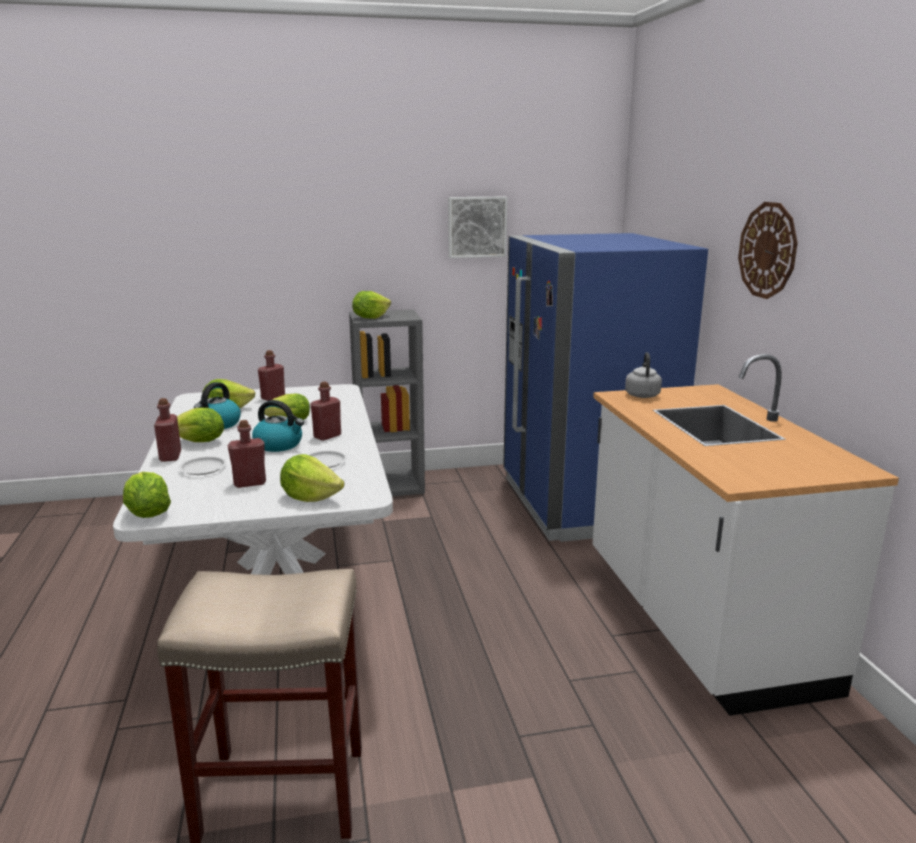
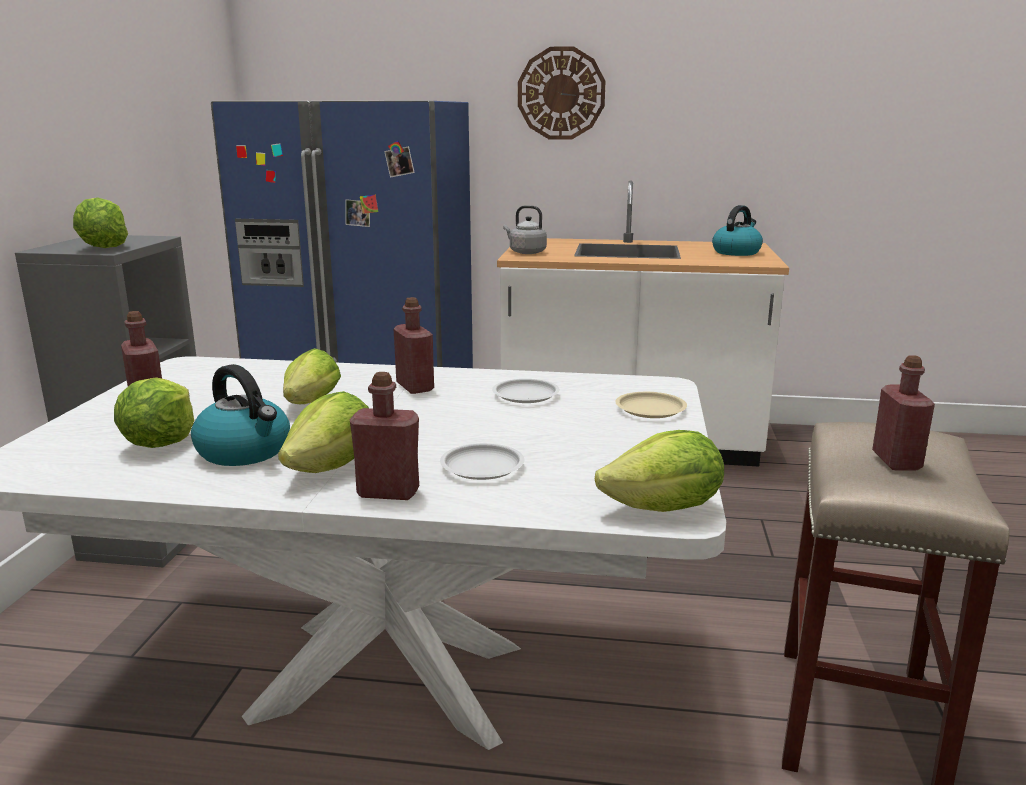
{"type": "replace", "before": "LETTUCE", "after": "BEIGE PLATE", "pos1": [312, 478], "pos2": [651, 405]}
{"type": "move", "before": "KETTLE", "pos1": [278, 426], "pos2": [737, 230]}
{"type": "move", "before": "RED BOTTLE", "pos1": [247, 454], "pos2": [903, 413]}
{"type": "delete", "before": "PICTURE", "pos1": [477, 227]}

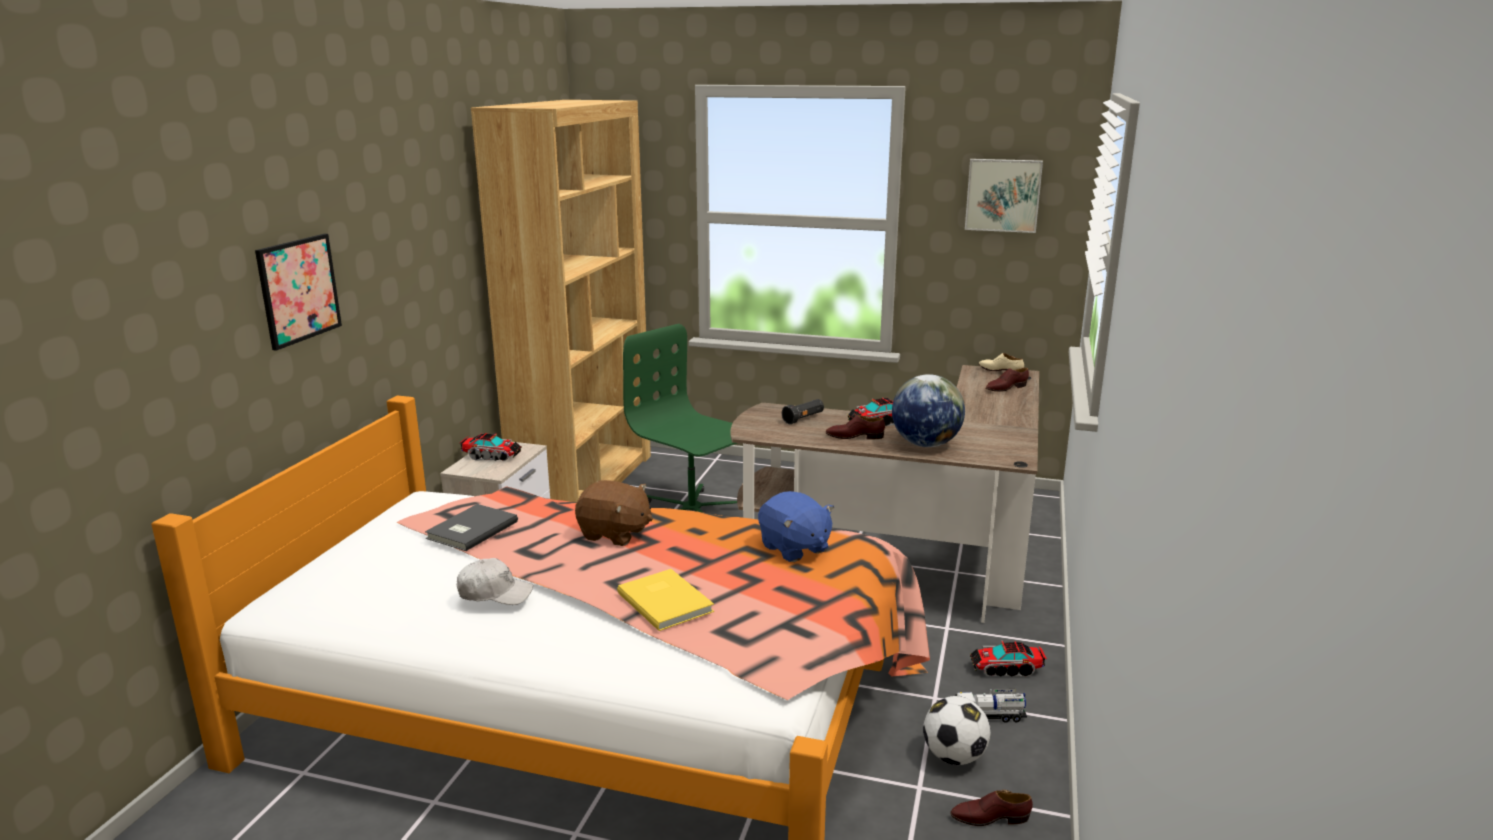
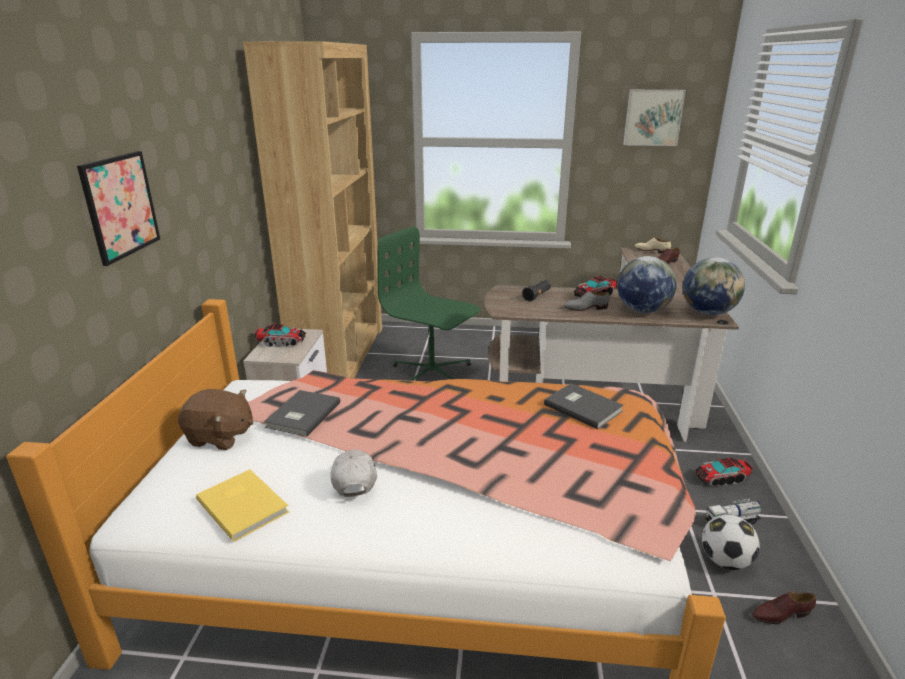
{"type": "move", "before": "BROWN PLUSH TOY", "pos1": [614, 513], "pos2": [215, 419]}
{"type": "move", "before": "YELLOW BOOK", "pos1": [665, 600], "pos2": [242, 505]}
{"type": "rotate", "before": "WHITE CAP", "pos1": [495, 581], "pos2": [354, 473], "turn": -90}
{"type": "replace", "before": "BLUE PLUSH TOY", "after": "GREY BOOK", "pos1": [796, 526], "pos2": [584, 406]}
{"type": "recolor", "before": "BROWN SHOE", "after": "GREY SHOE", "pos1": [855, 427], "pos2": [587, 301]}
{"type": "insert", "after": "GLOBE", "pos2": [714, 286]}

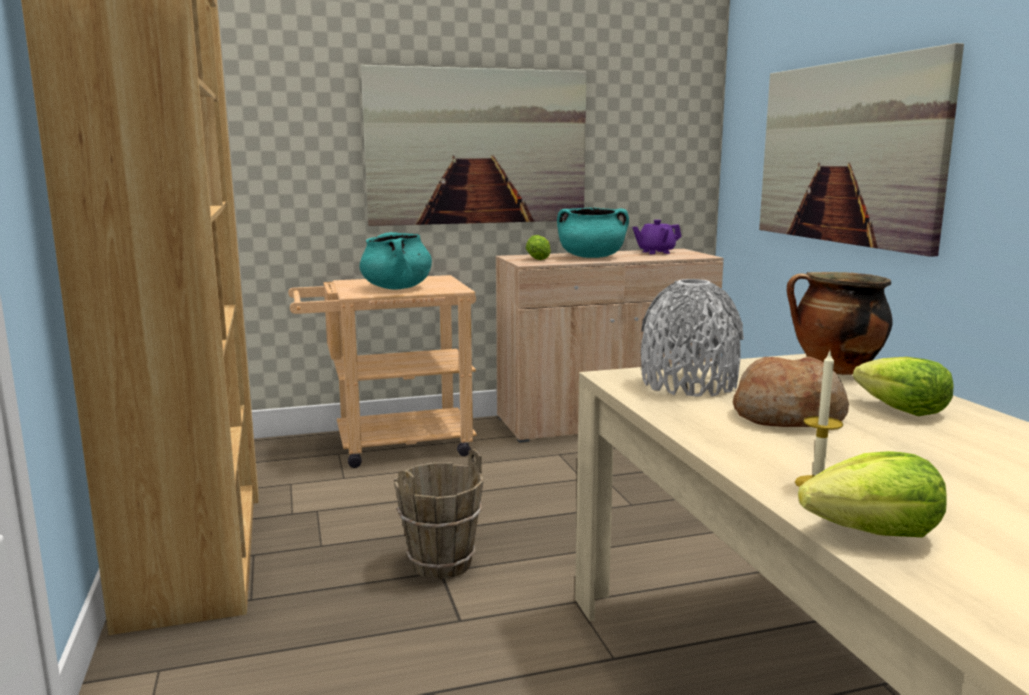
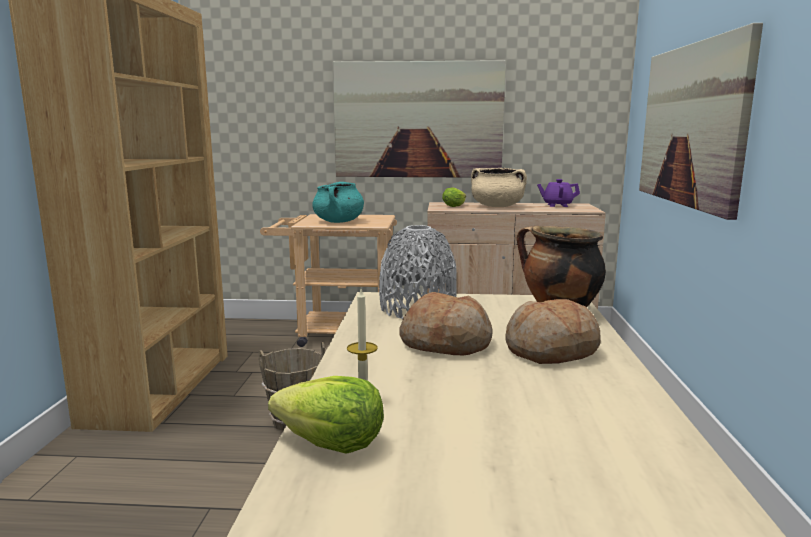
{"type": "recolor", "before": "TURQUOISE COOKING POT", "after": "BEIGE COOKING POT", "pos1": [593, 232], "pos2": [499, 187]}
{"type": "replace", "before": "LETTUCE", "after": "BREAD", "pos1": [903, 386], "pos2": [553, 331]}

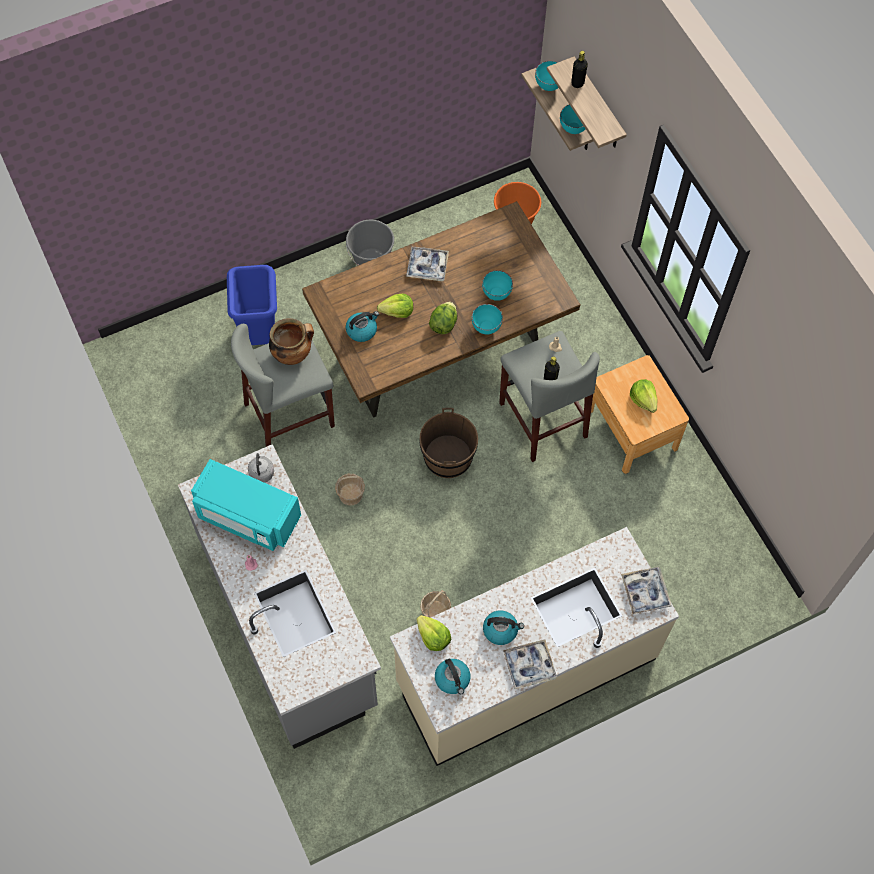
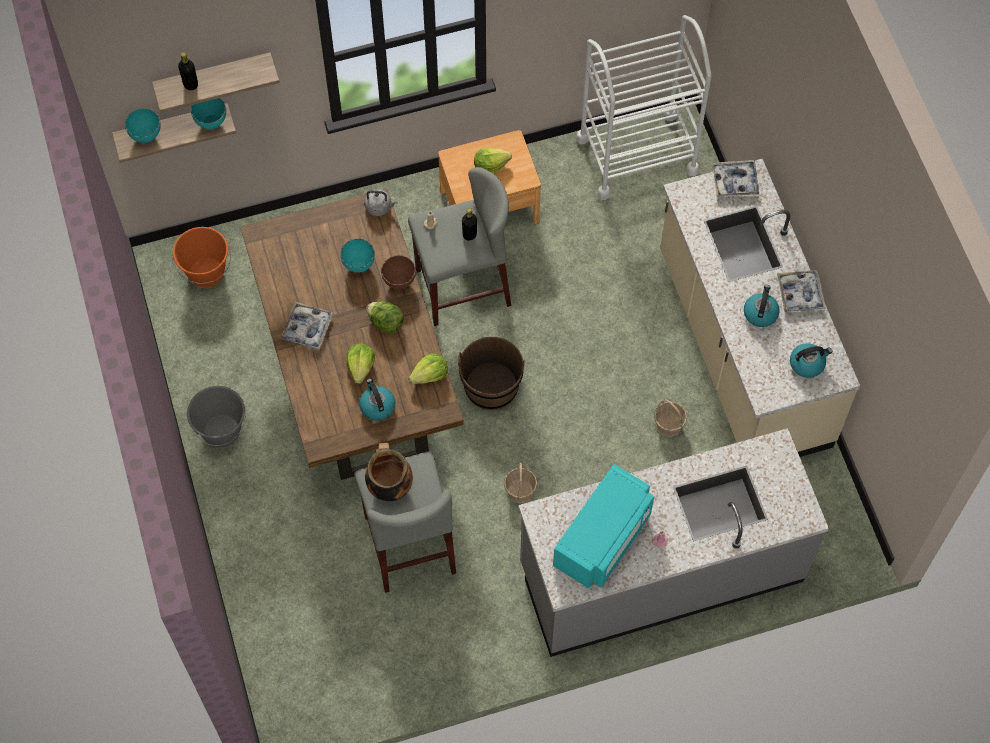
{"type": "move", "before": "GREY KETTLE", "pos1": [261, 468], "pos2": [380, 202]}
{"type": "recolor", "before": "TURQUOISE BOWL", "after": "BROWN BOWL", "pos1": [487, 319], "pos2": [398, 272]}
{"type": "move", "before": "LETTUCE", "pos1": [433, 633], "pos2": [428, 368]}
{"type": "insert", "after": "WHITE CART", "pos2": [644, 107]}
{"type": "delete", "before": "BLUE TRASH CAN", "pos1": [252, 305]}

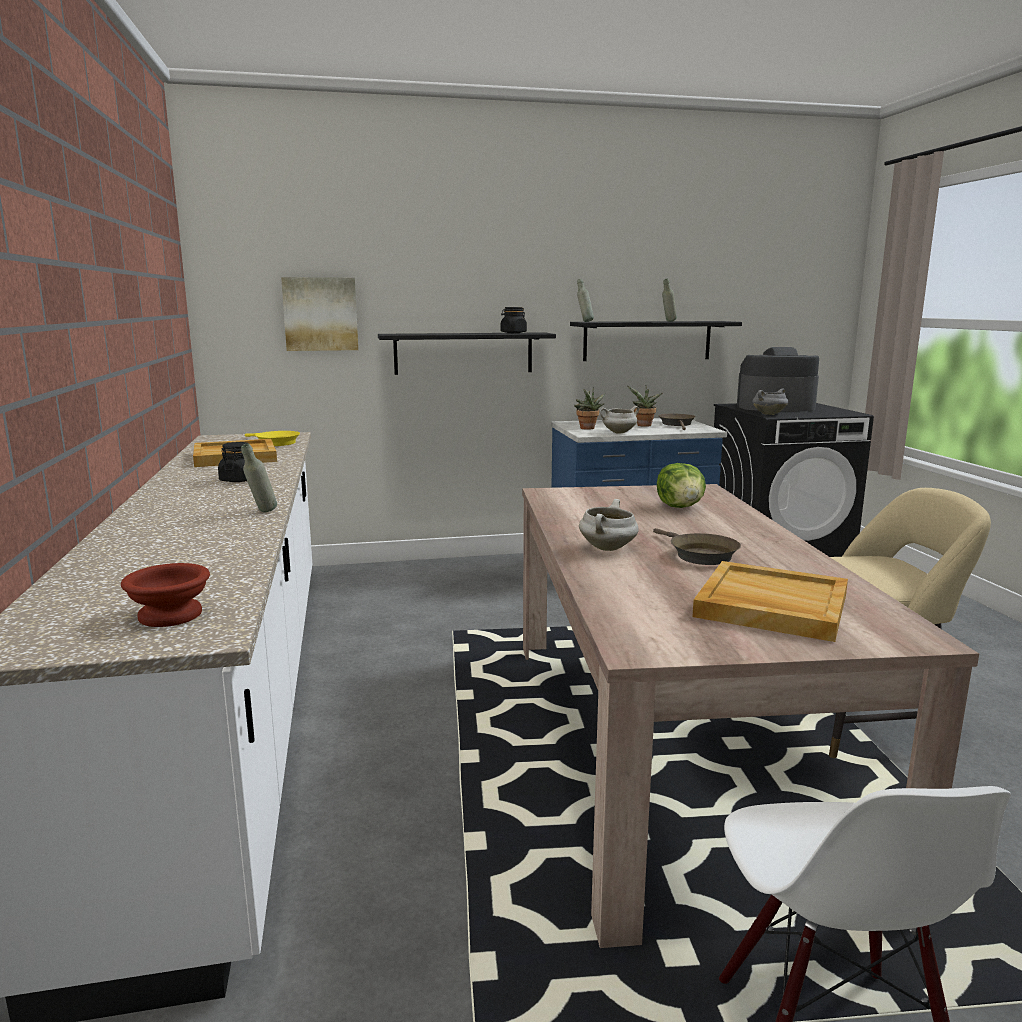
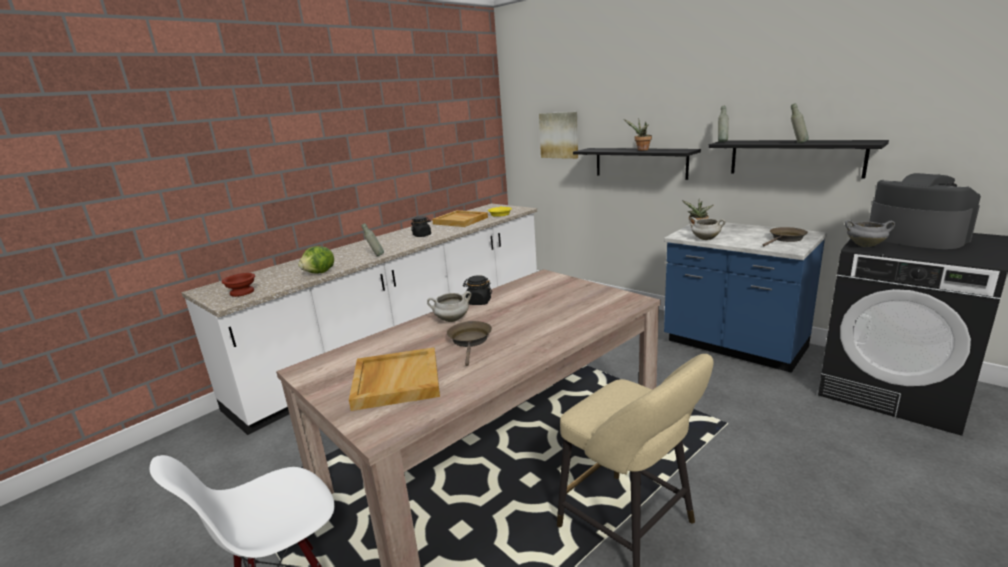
{"type": "move", "before": "LETTUCE", "pos1": [681, 485], "pos2": [316, 260]}
{"type": "rotate", "before": "BROWN FRYING PAN", "pos1": [697, 546], "pos2": [469, 343], "turn": 150}
{"type": "move", "before": "BLACK JAR", "pos1": [513, 320], "pos2": [477, 290]}
{"type": "move", "before": "POTTED PLANT", "pos1": [644, 406], "pos2": [638, 135]}

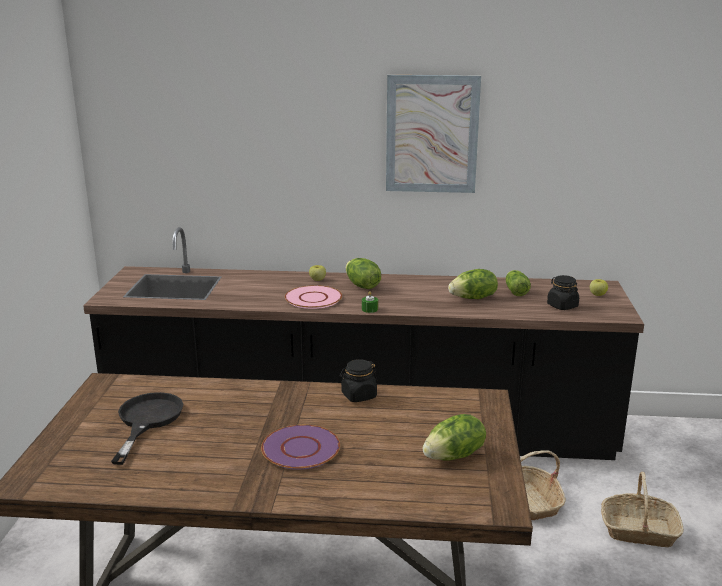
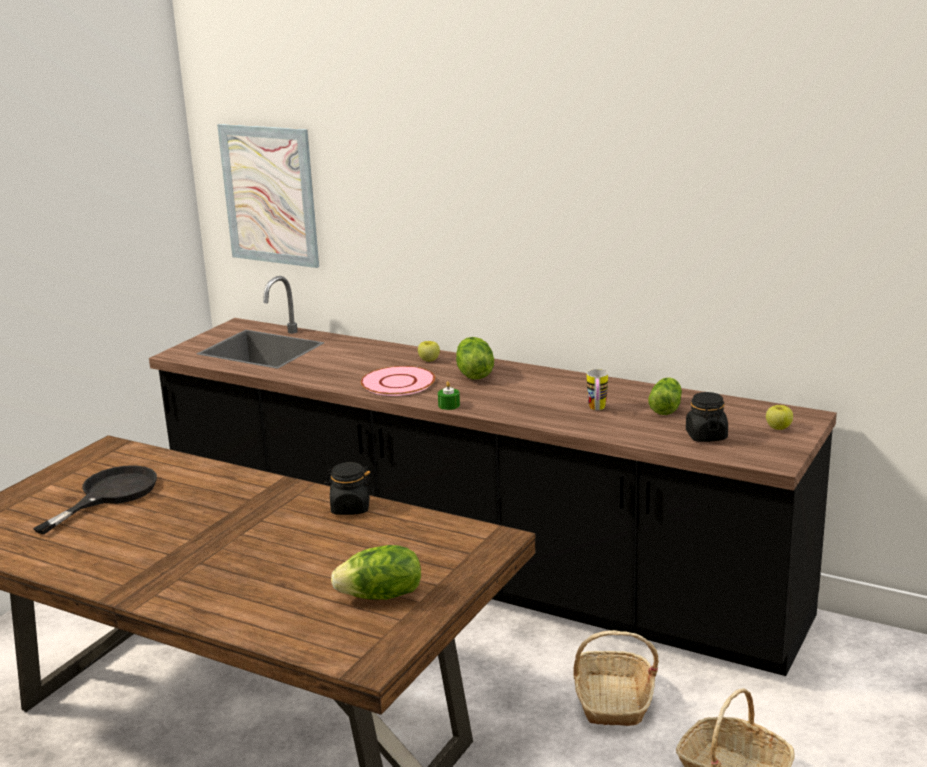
{"type": "move", "before": "PICTURE", "pos1": [433, 134], "pos2": [268, 196]}
{"type": "replace", "before": "LETTUCE", "after": "MUG", "pos1": [473, 284], "pos2": [597, 389]}
{"type": "delete", "before": "PURPLE PLATE", "pos1": [300, 447]}

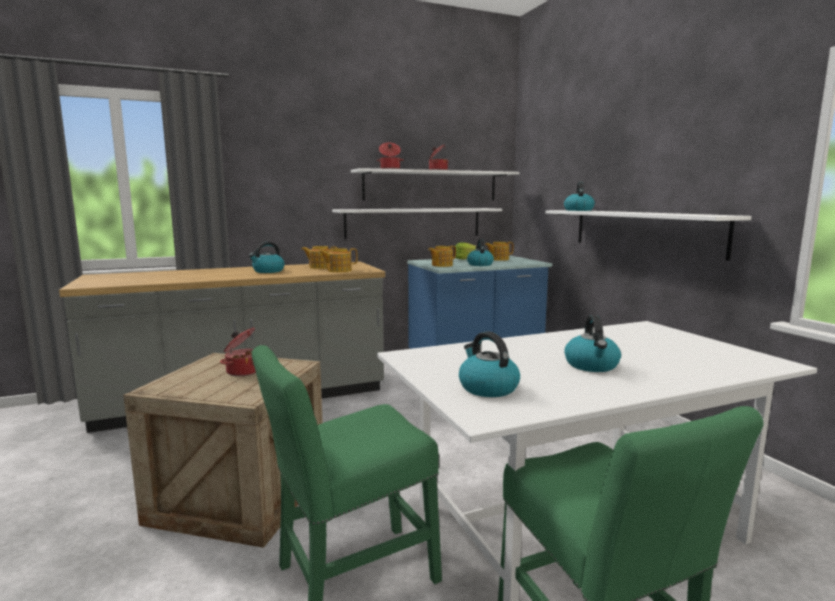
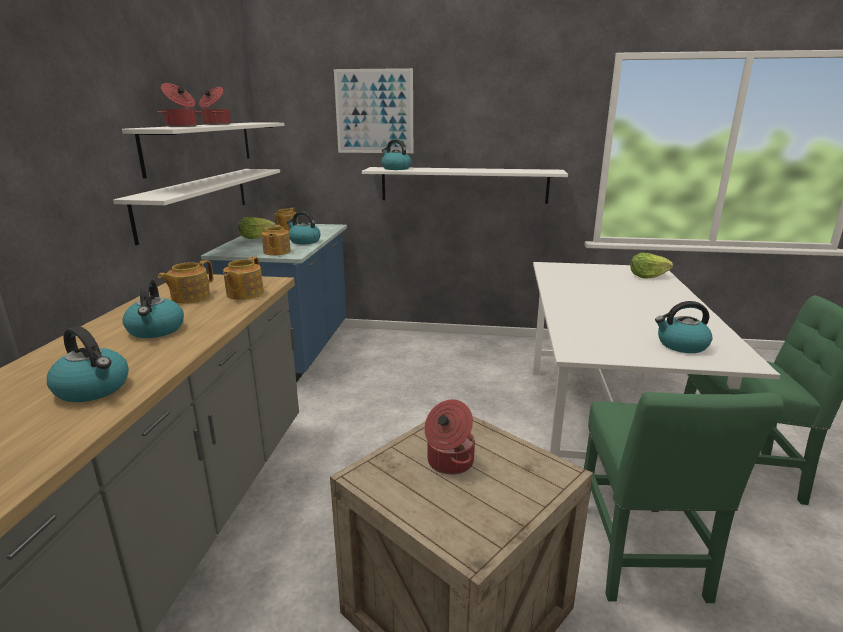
{"type": "move", "before": "KETTLE", "pos1": [592, 343], "pos2": [88, 364]}
{"type": "insert", "after": "PICTURE", "pos2": [373, 110]}
{"type": "insert", "after": "LETTUCE", "pos2": [651, 266]}

